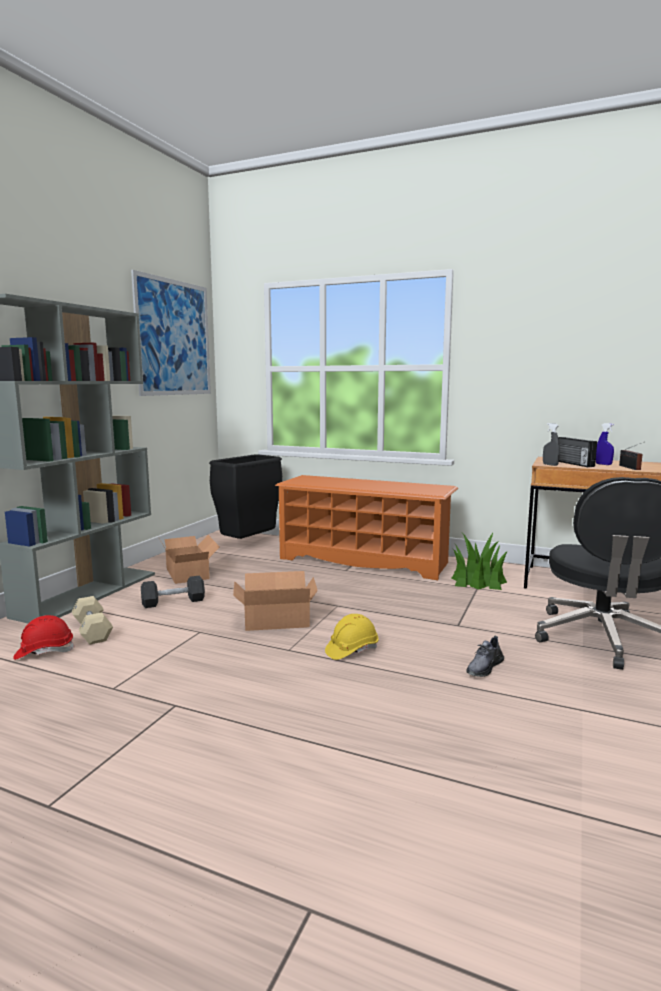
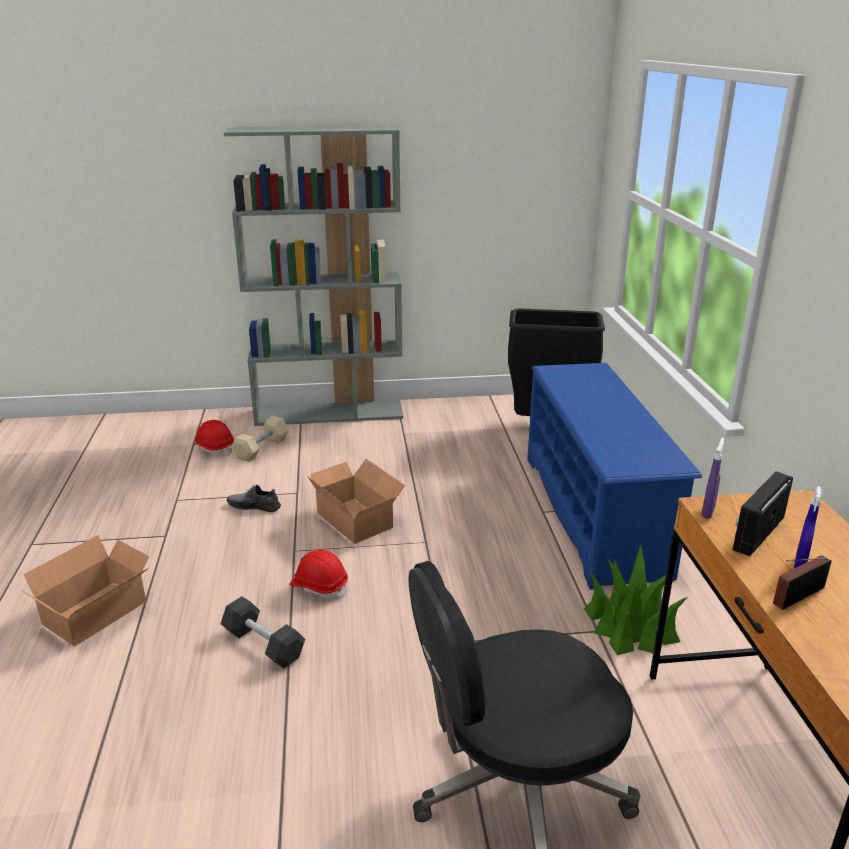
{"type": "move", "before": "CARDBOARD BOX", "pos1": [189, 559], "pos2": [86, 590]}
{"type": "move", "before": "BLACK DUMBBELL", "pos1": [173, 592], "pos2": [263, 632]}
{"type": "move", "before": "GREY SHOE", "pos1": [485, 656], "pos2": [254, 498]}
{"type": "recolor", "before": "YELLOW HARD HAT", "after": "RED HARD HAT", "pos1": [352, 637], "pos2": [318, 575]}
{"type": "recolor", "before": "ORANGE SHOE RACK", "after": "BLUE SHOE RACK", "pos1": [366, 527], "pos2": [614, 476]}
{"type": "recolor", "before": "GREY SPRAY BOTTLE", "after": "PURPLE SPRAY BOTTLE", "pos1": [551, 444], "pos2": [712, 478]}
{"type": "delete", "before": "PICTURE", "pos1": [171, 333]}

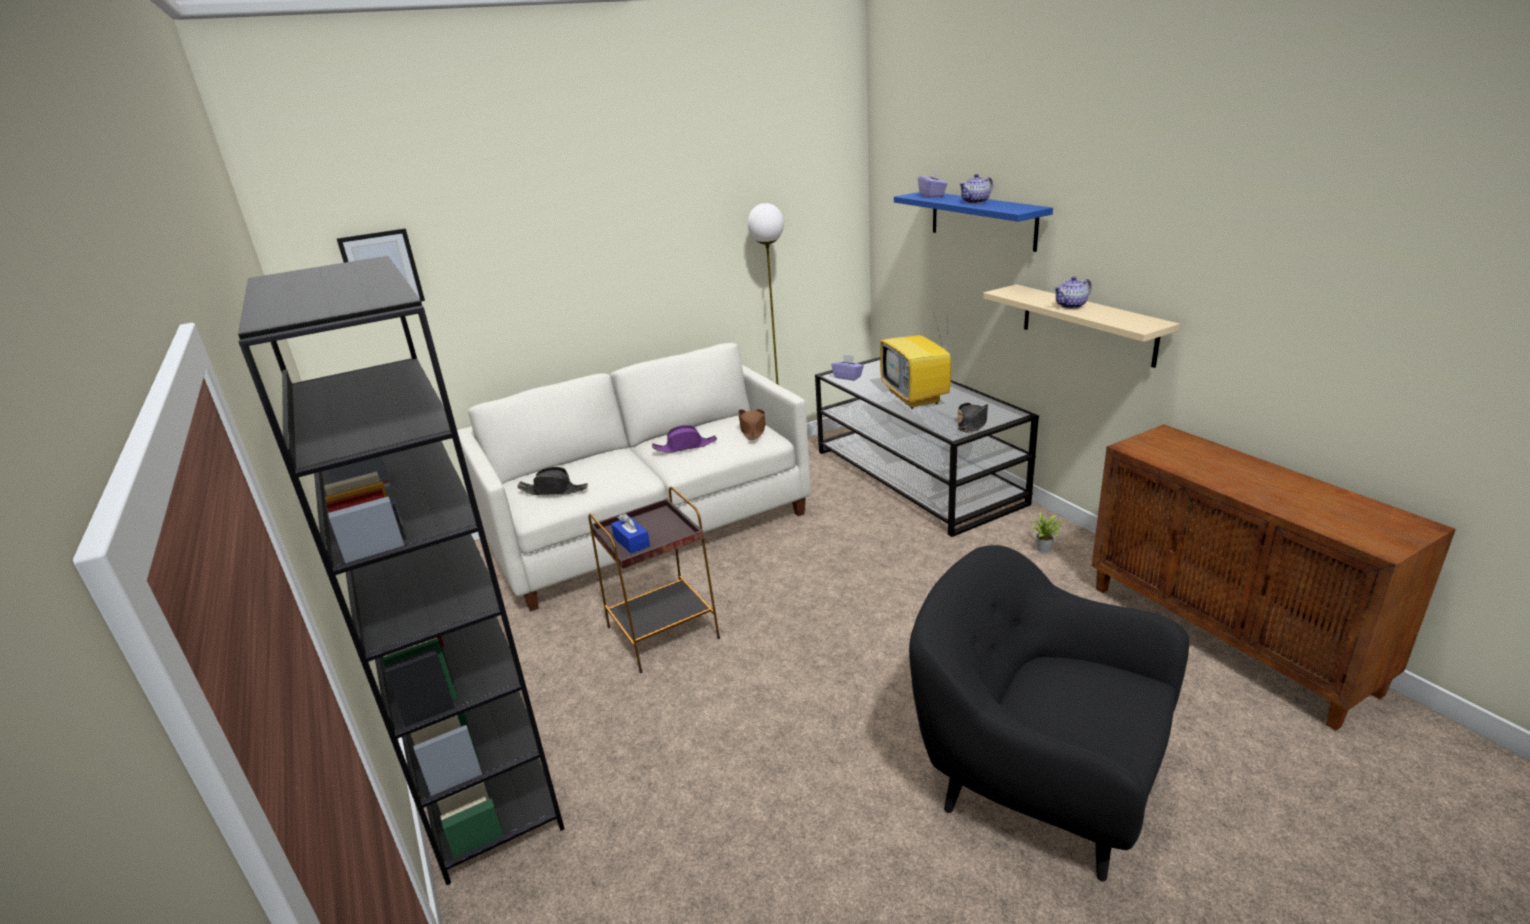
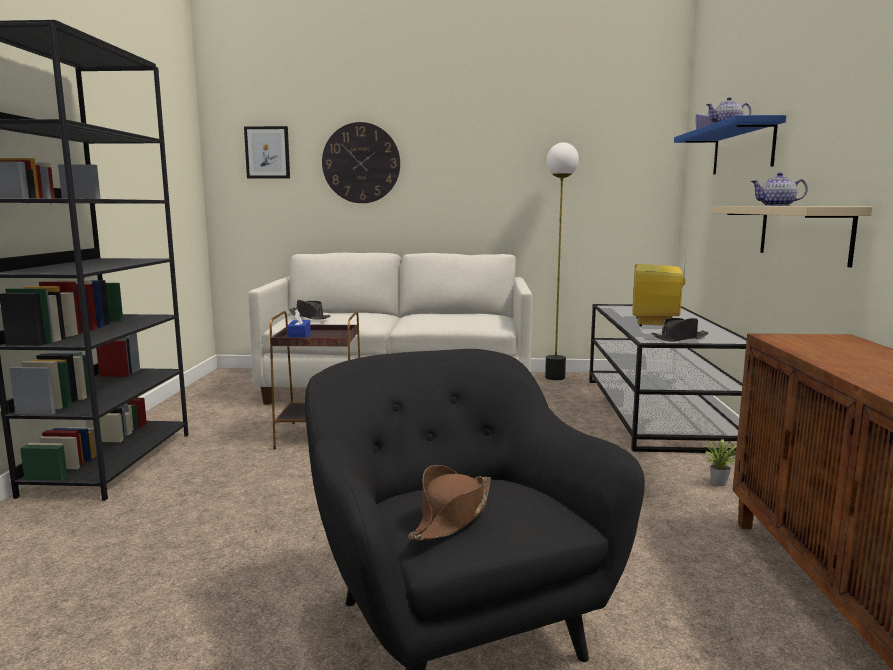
{"type": "insert", "after": "WALL CLOCK", "pos2": [361, 162]}
{"type": "move", "before": "BROWN HAT", "pos1": [752, 424], "pos2": [449, 503]}
{"type": "delete", "before": "PURPLE HAT", "pos1": [684, 439]}
{"type": "delete", "before": "PURPLE TISSUE BOX", "pos1": [847, 368]}

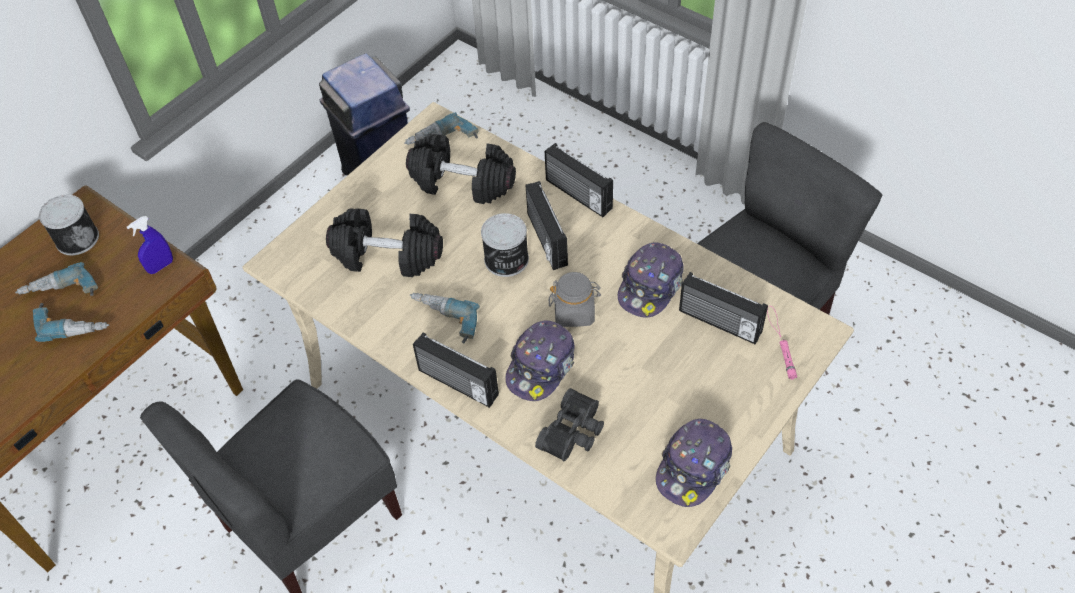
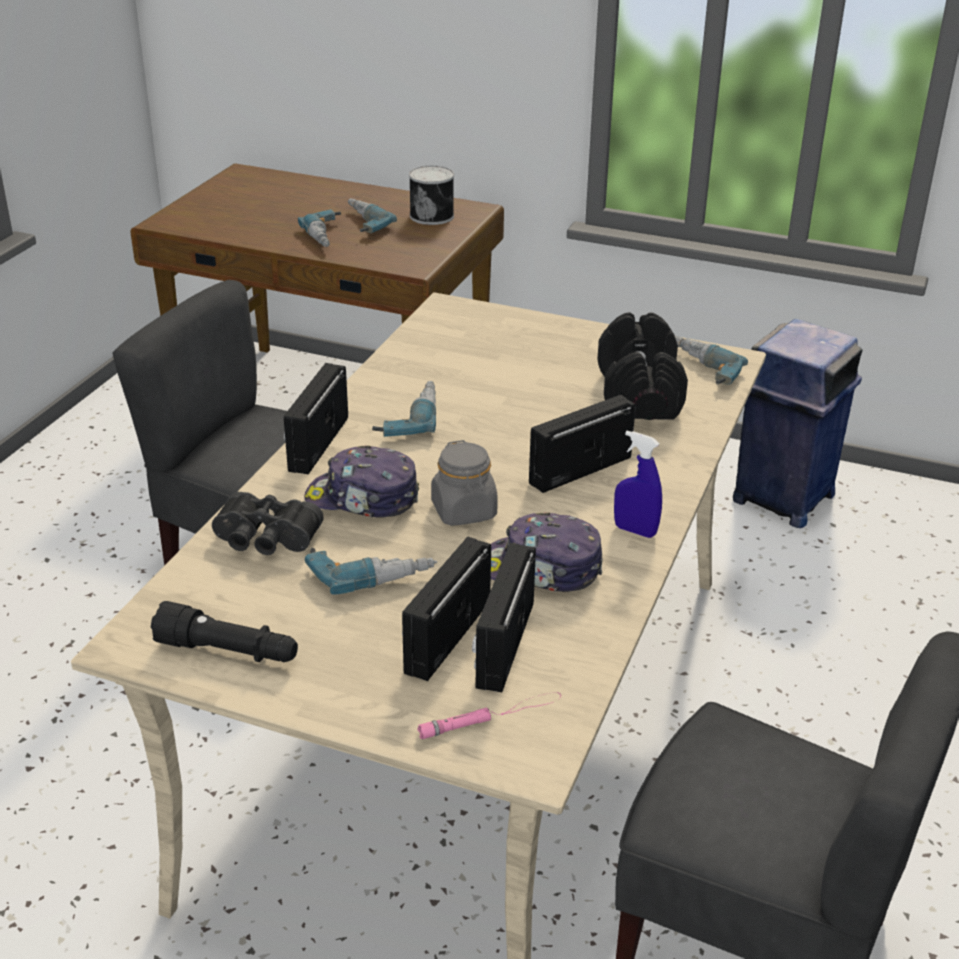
{"type": "replace", "before": "CAP", "after": "BLACK FLASHLIGHT", "pos1": [694, 463], "pos2": [224, 631]}
{"type": "insert", "after": "POWER DRILL", "pos2": [371, 571]}
{"type": "move", "before": "RADIO", "pos1": [579, 180], "pos2": [446, 608]}
{"type": "move", "before": "BLUE SPRAY BOTTLE", "pos1": [150, 245], "pos2": [638, 484]}
{"type": "delete", "before": "BLACK DUMBBELL", "pos1": [384, 242]}
{"type": "delete", "before": "CAN", "pos1": [505, 245]}

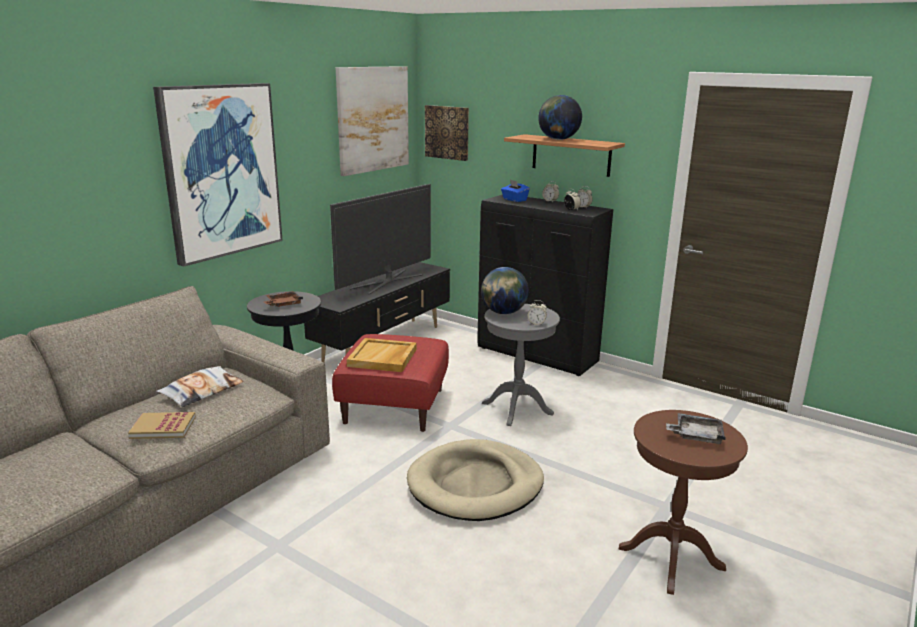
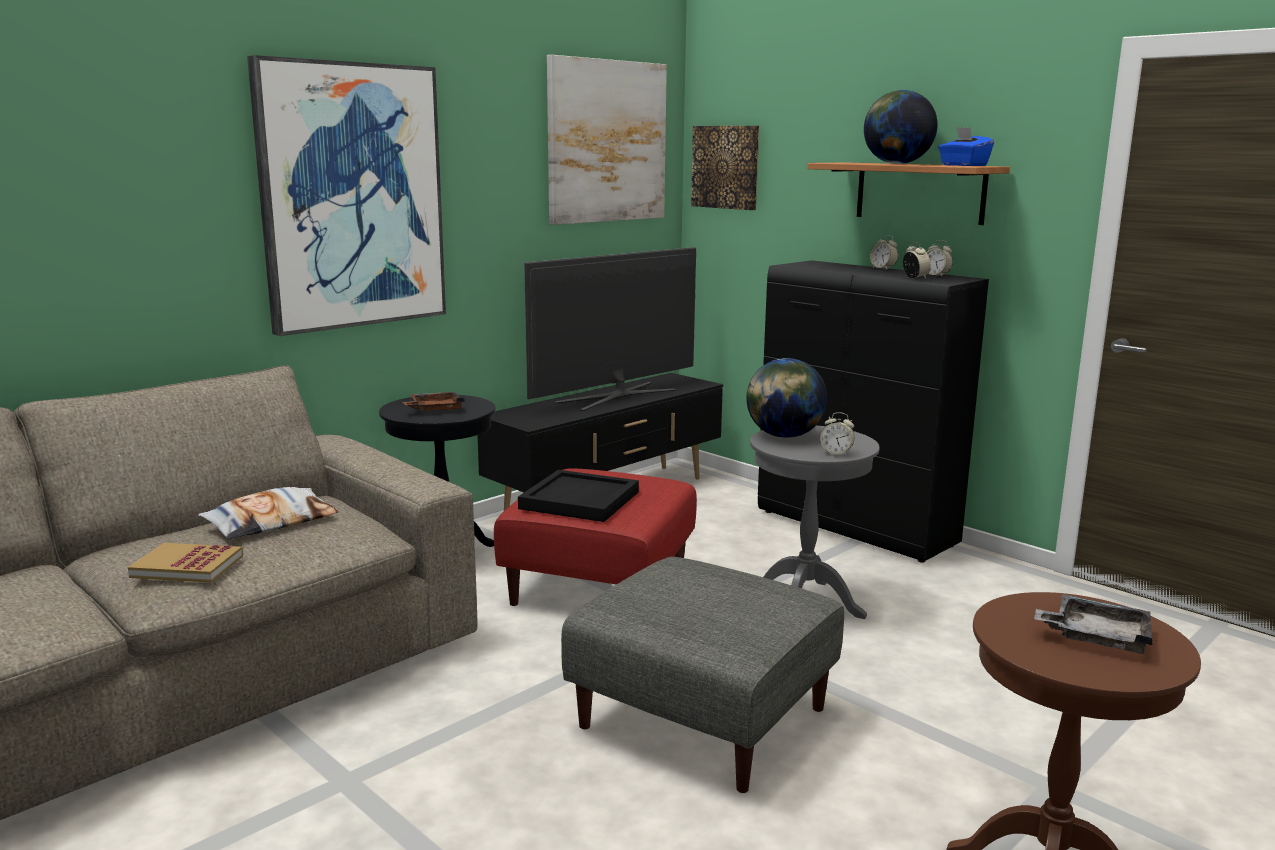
{"type": "recolor", "before": "BEIGE TRAY", "after": "BLACK TRAY", "pos1": [382, 355], "pos2": [578, 496]}
{"type": "replace", "before": "BEIGE DOG BED", "after": "GREY OTTOMAN", "pos1": [475, 480], "pos2": [702, 675]}
{"type": "move", "before": "BLUE TISSUE BOX", "pos1": [515, 191], "pos2": [966, 146]}

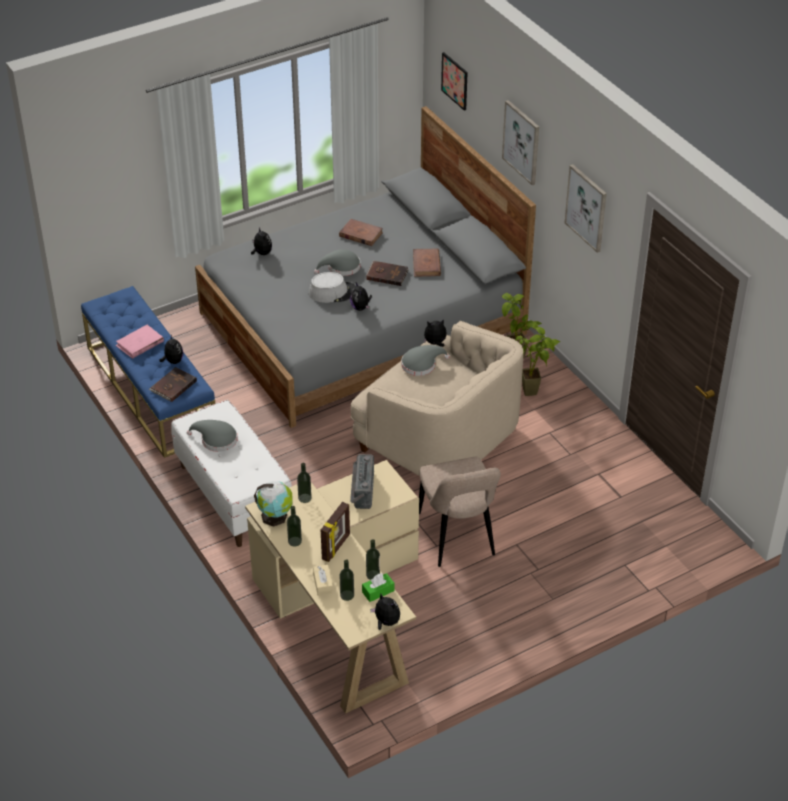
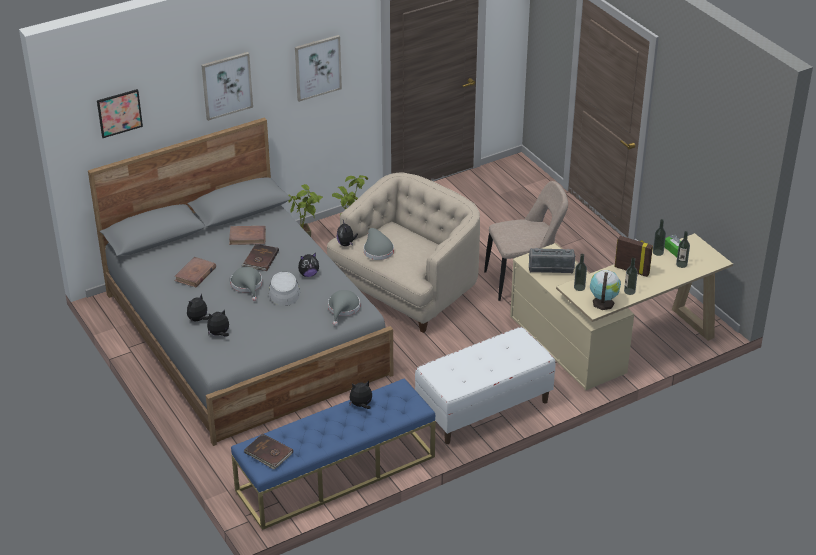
{"type": "move", "before": "PLUSH TOY", "pos1": [385, 612], "pos2": [198, 307]}
{"type": "move", "before": "BROWN BOOK", "pos1": [173, 384], "pos2": [268, 451]}
{"type": "move", "before": "GREY HAT", "pos1": [212, 436], "pos2": [344, 308]}
{"type": "delete", "before": "PINK BOOK", "pos1": [140, 342]}
{"type": "delete", "before": "BEIGE TISSUE BOX", "pos1": [323, 580]}

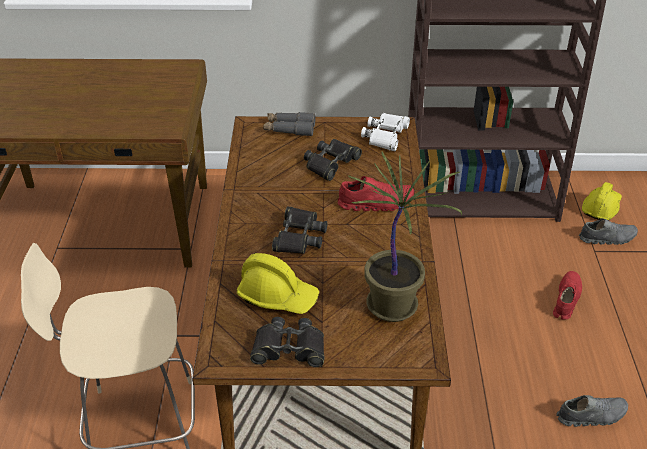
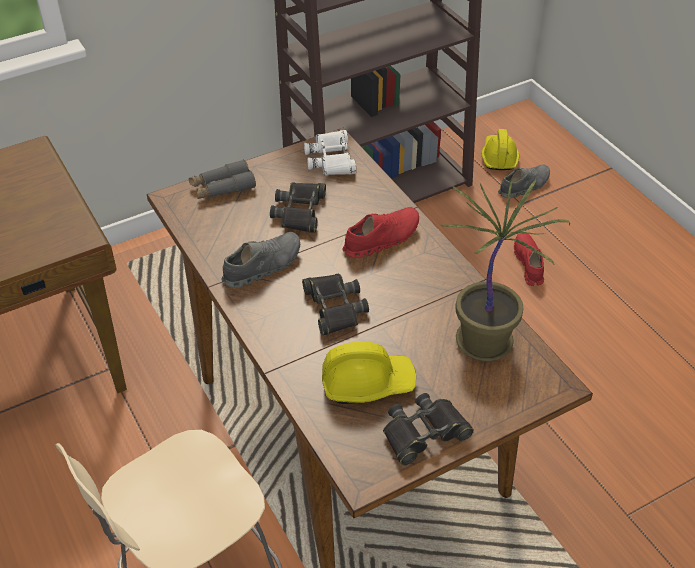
{"type": "move", "before": "GREY SHOE", "pos1": [592, 411], "pos2": [260, 260]}

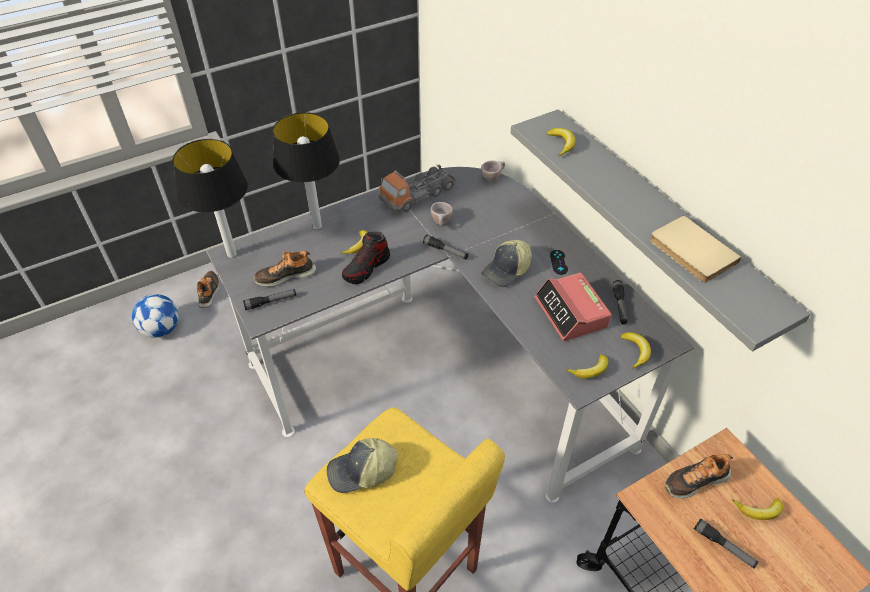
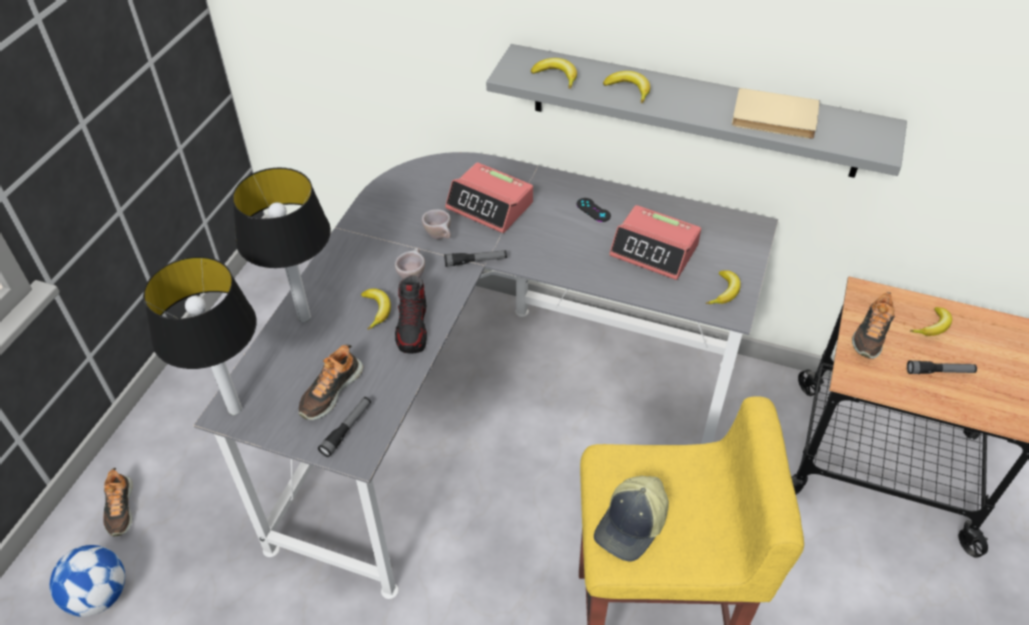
{"type": "rotate", "before": "SHOE", "pos1": [208, 289], "pos2": [118, 502], "turn": -150}
{"type": "move", "before": "BEIGE CUP", "pos1": [493, 171], "pos2": [410, 263]}
{"type": "insert", "after": "ALARM CLOCK", "pos2": [489, 197]}
{"type": "move", "before": "BANANA", "pos1": [635, 350], "pos2": [626, 87]}
{"type": "delete", "before": "TOY TRUCK", "pos1": [418, 188]}
{"type": "delete", "before": "CAP", "pos1": [506, 263]}
{"type": "delete", "before": "FLASHLIGHT", "pos1": [620, 302]}

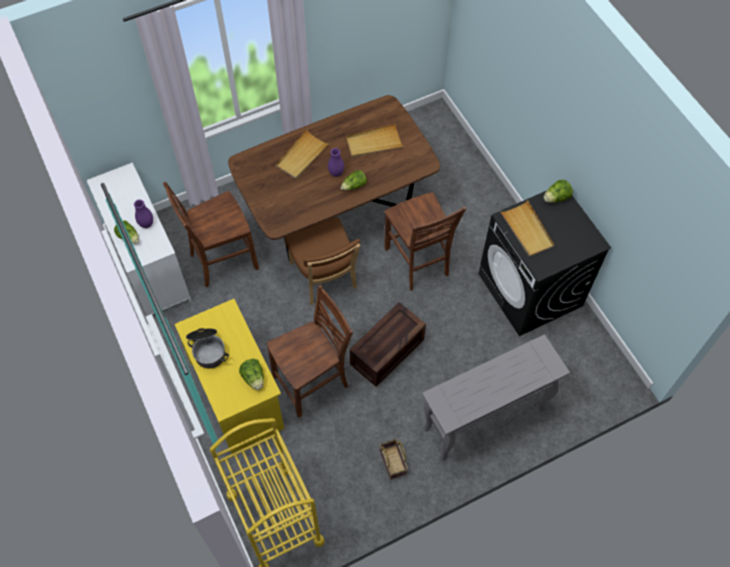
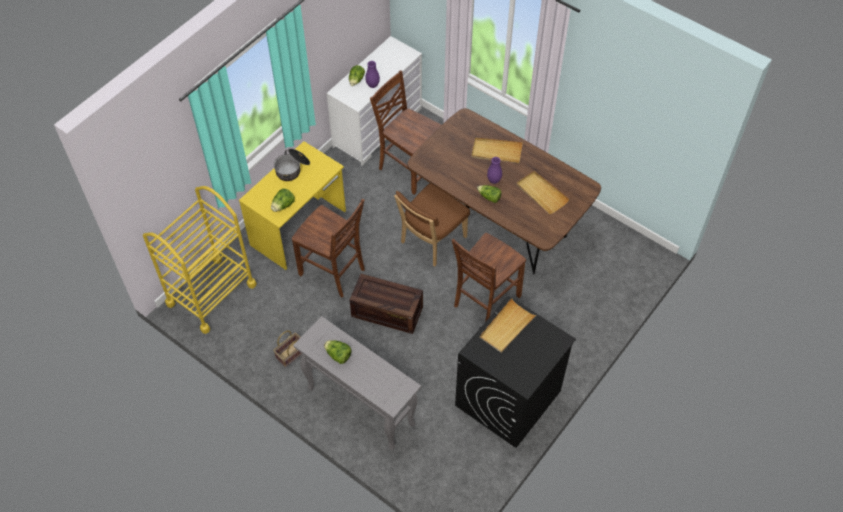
{"type": "move", "before": "LETTUCE", "pos1": [558, 191], "pos2": [338, 352]}

